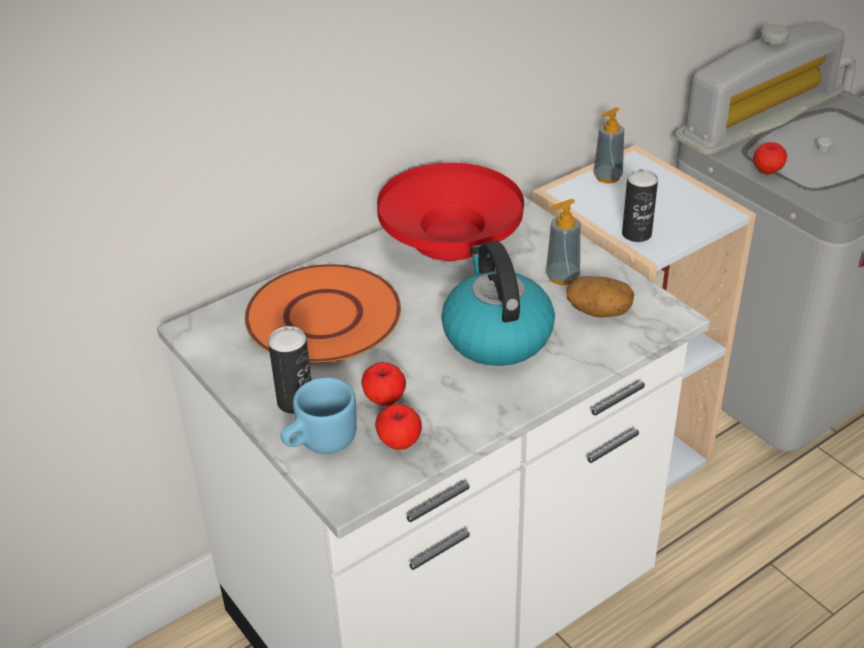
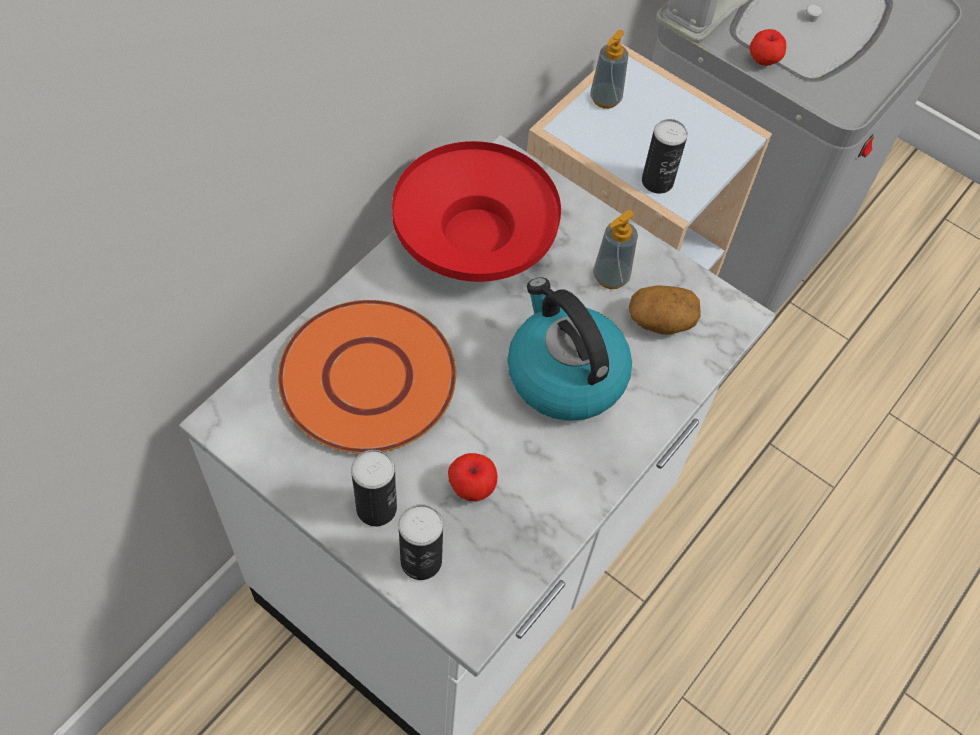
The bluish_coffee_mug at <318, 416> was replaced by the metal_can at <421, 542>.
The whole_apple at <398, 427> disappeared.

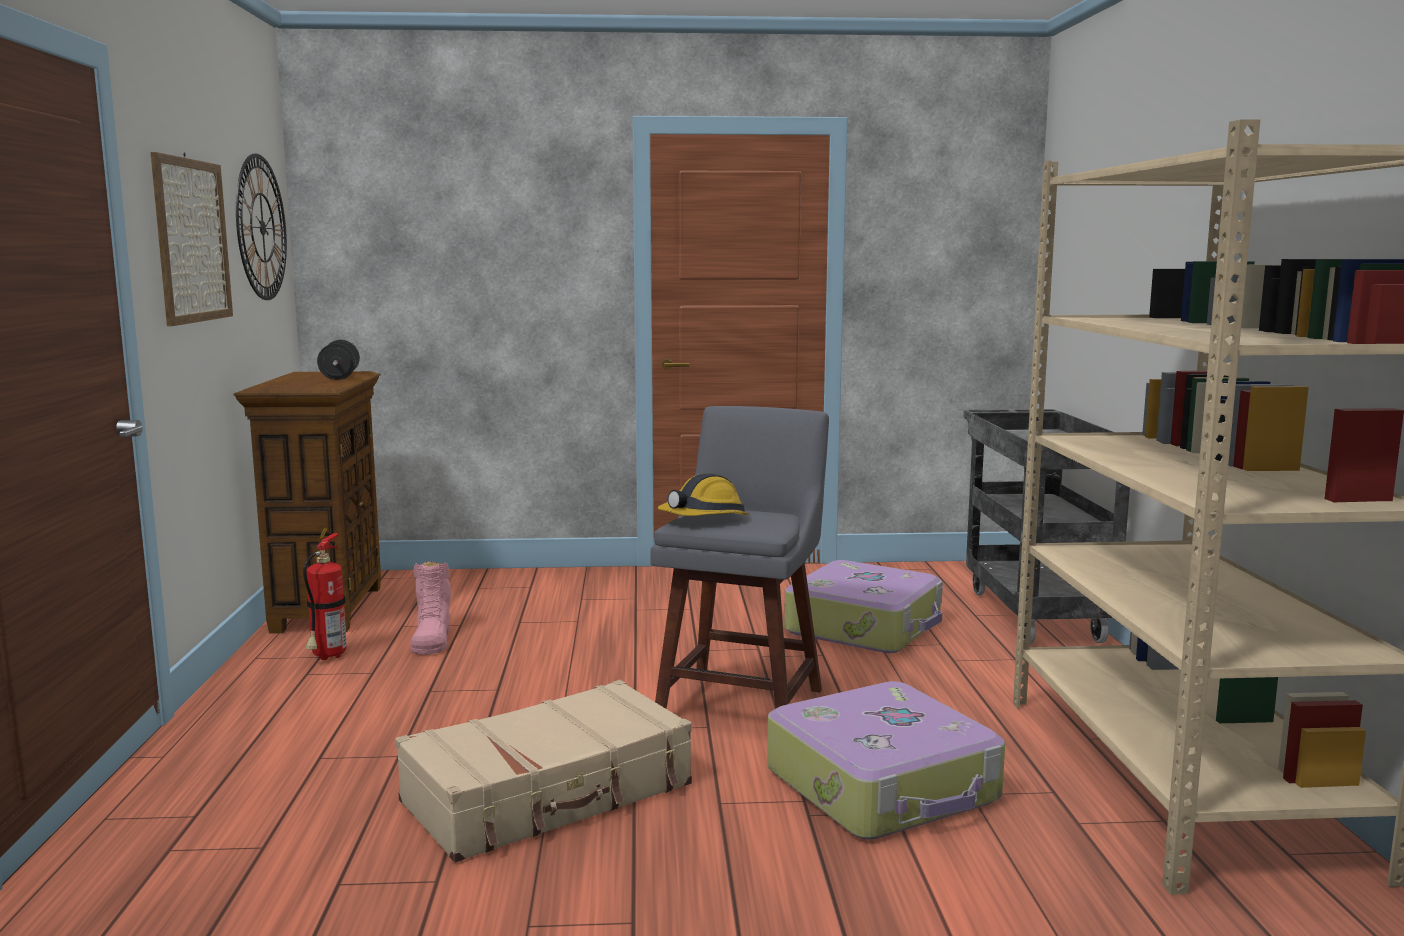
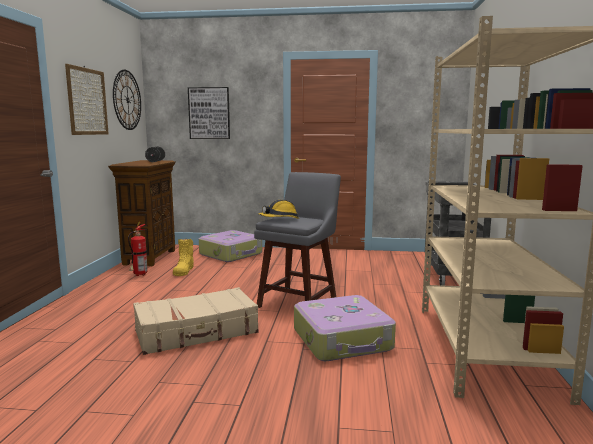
The pinkish_high-top_boot at <430, 608> became the yellowish_high-top_boot at <183, 257>.
The piece_of_luggage moved from <863, 606> to <230, 246>.
The wall_art at <209, 113> appeared.

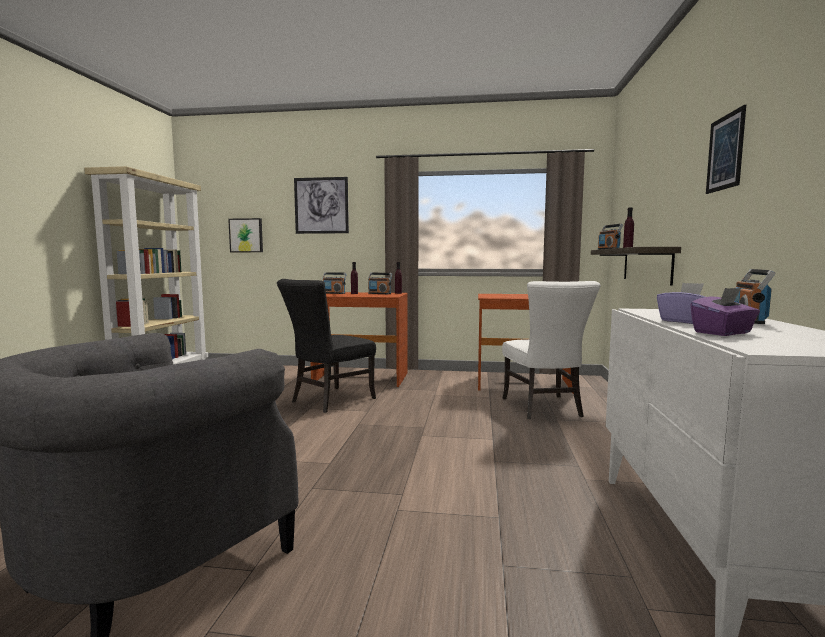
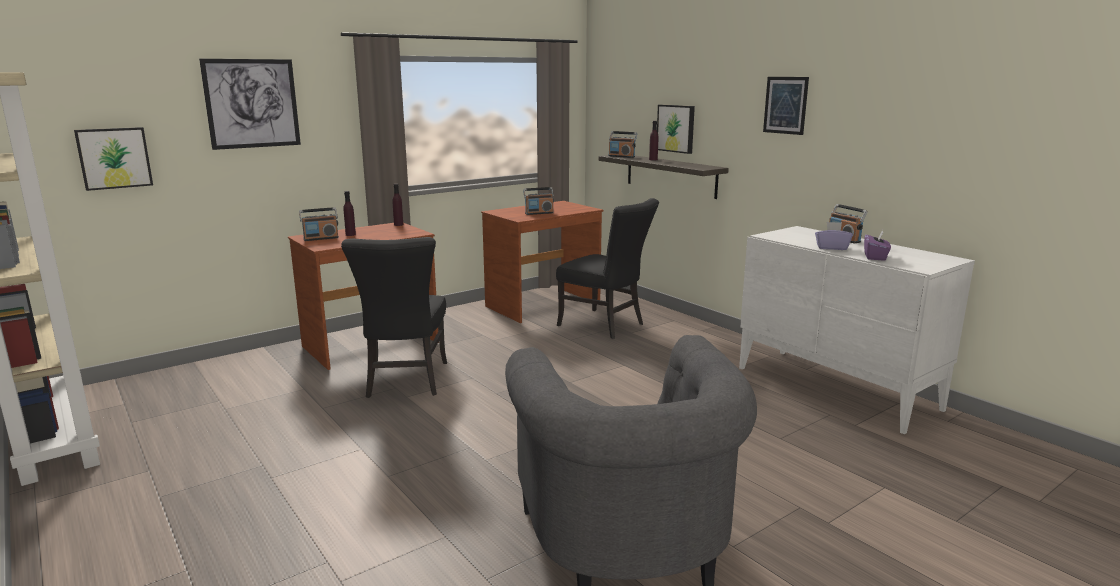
The radio_receiver moved from <380, 283> to <538, 201>.
The white-coloured_chair at <551, 350> became the black-coloured_chair at <607, 268>.
The wall_art at <676, 129> appeared.

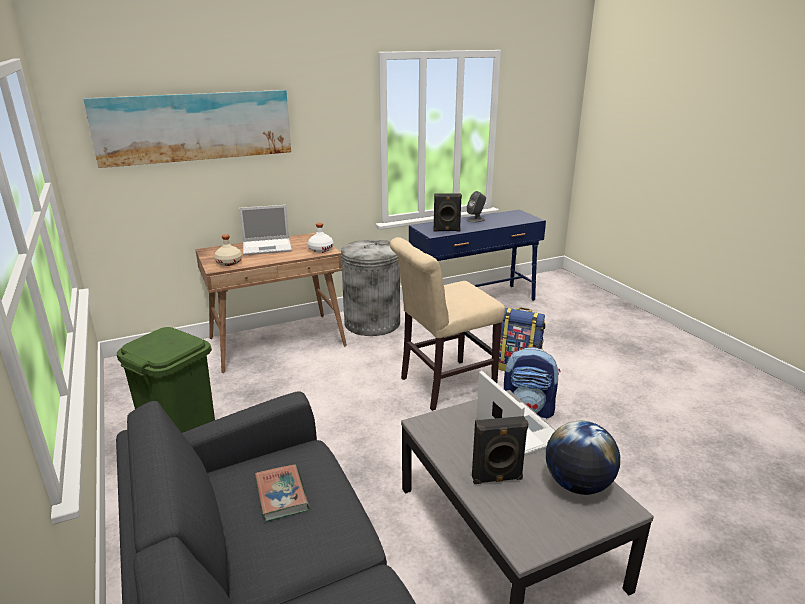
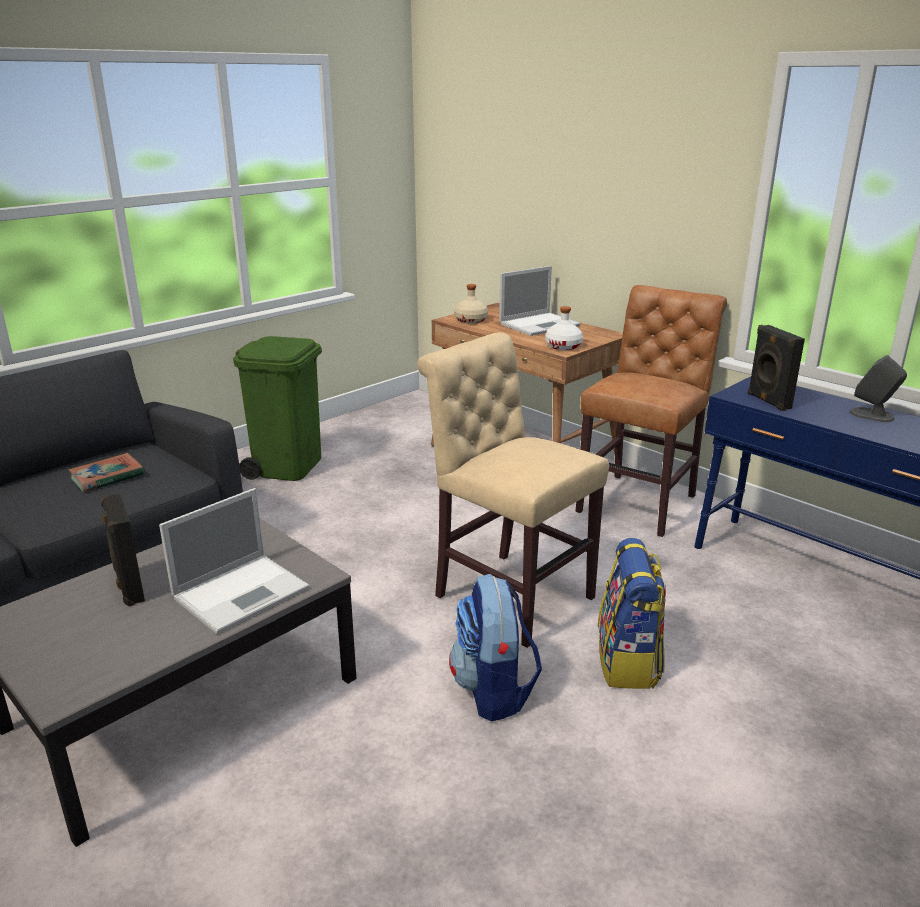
The wall_art at <187, 129> disappeared.
The laptop at <265, 230> turned 90 degrees counterclockwise.
The gray_rubbish_bin at <370, 288> was replaced by the brown_chair at <651, 411>.
The globe at <583, 458> disappeared.

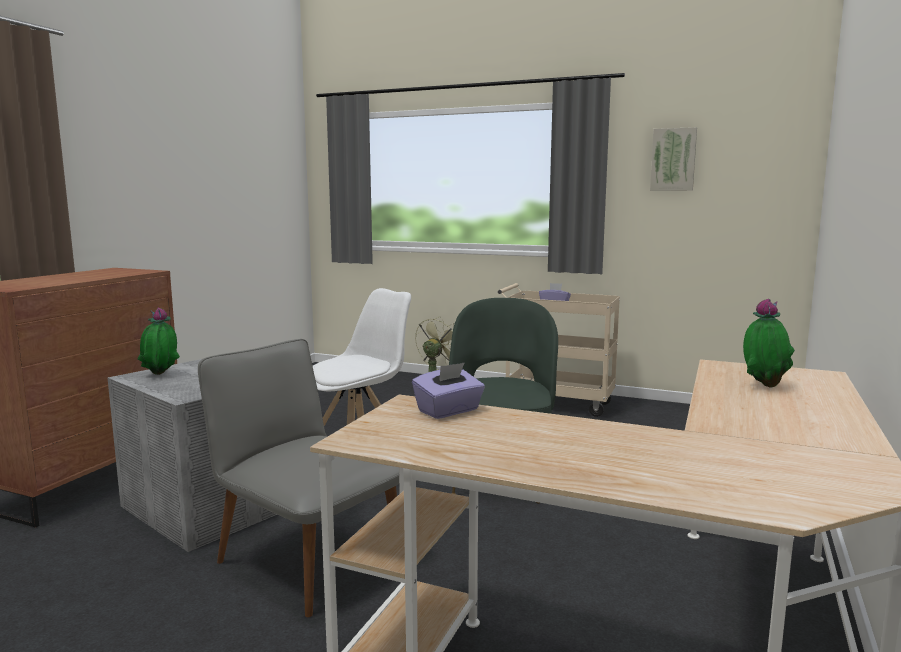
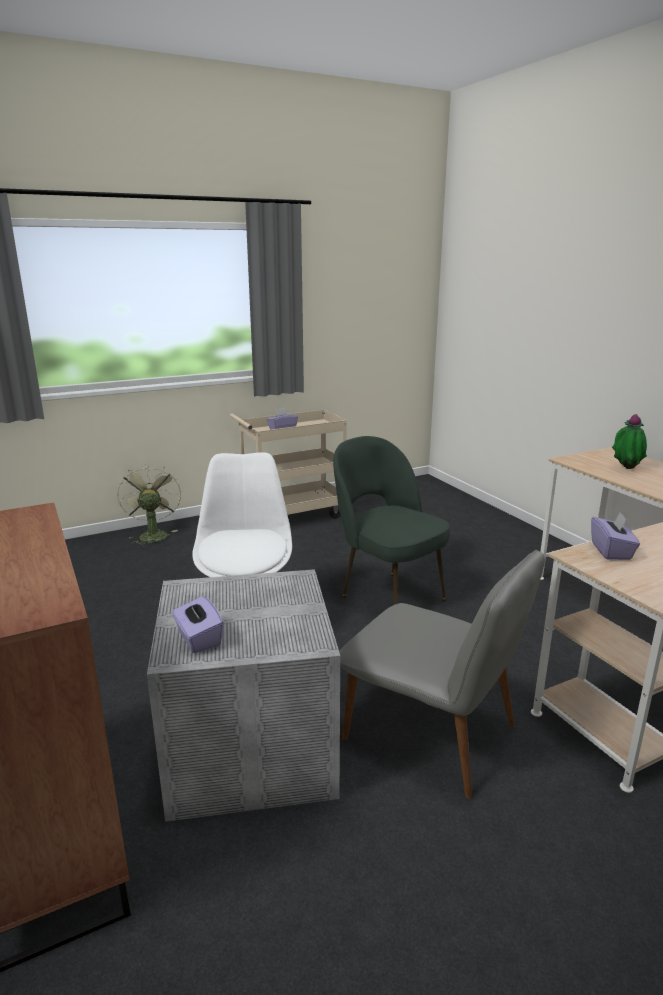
The houseplant at <159, 341> was replaced by the purple-coloured_tissue_box at <198, 624>.
The gray_chair at <298, 478> turned 135 degrees counterclockwise.
The wall_art at <673, 159> disappeared.

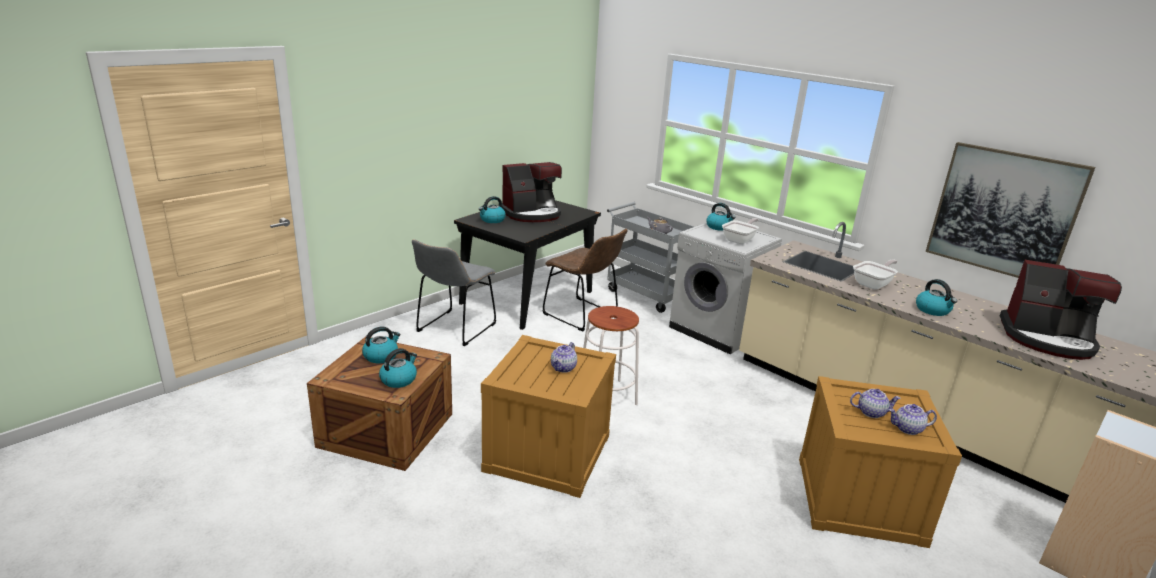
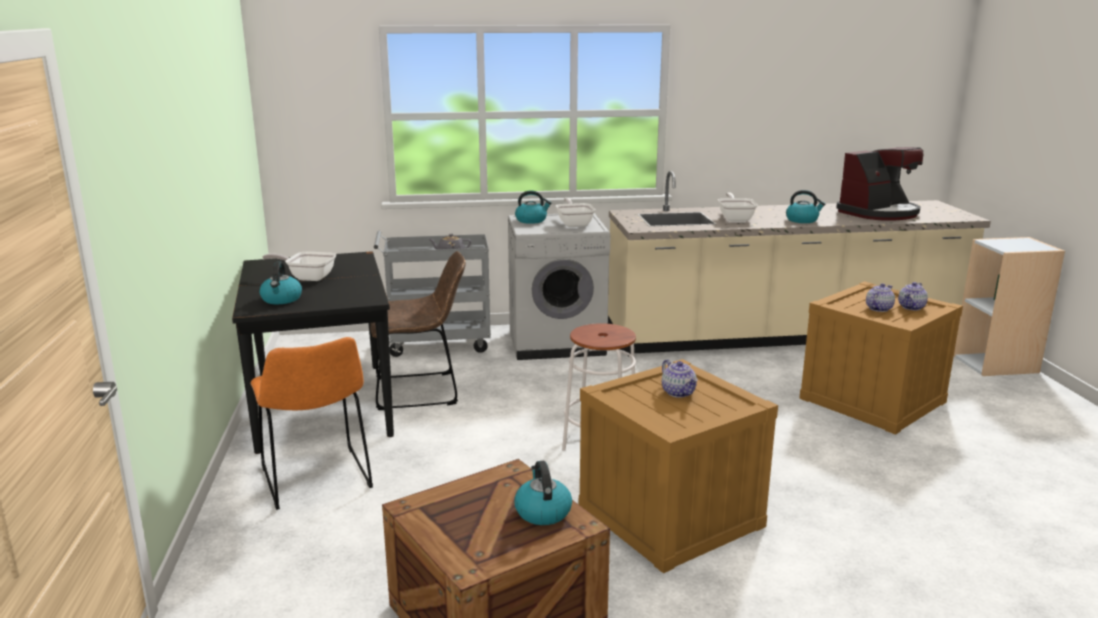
The kettle at <381, 344> disappeared.
The gray_chair at <454, 292> became the orange_chair at <312, 423>.
The coffee_maker at <531, 192> was replaced by the skillet at <299, 266>.
The wall_art at <1010, 210> disappeared.

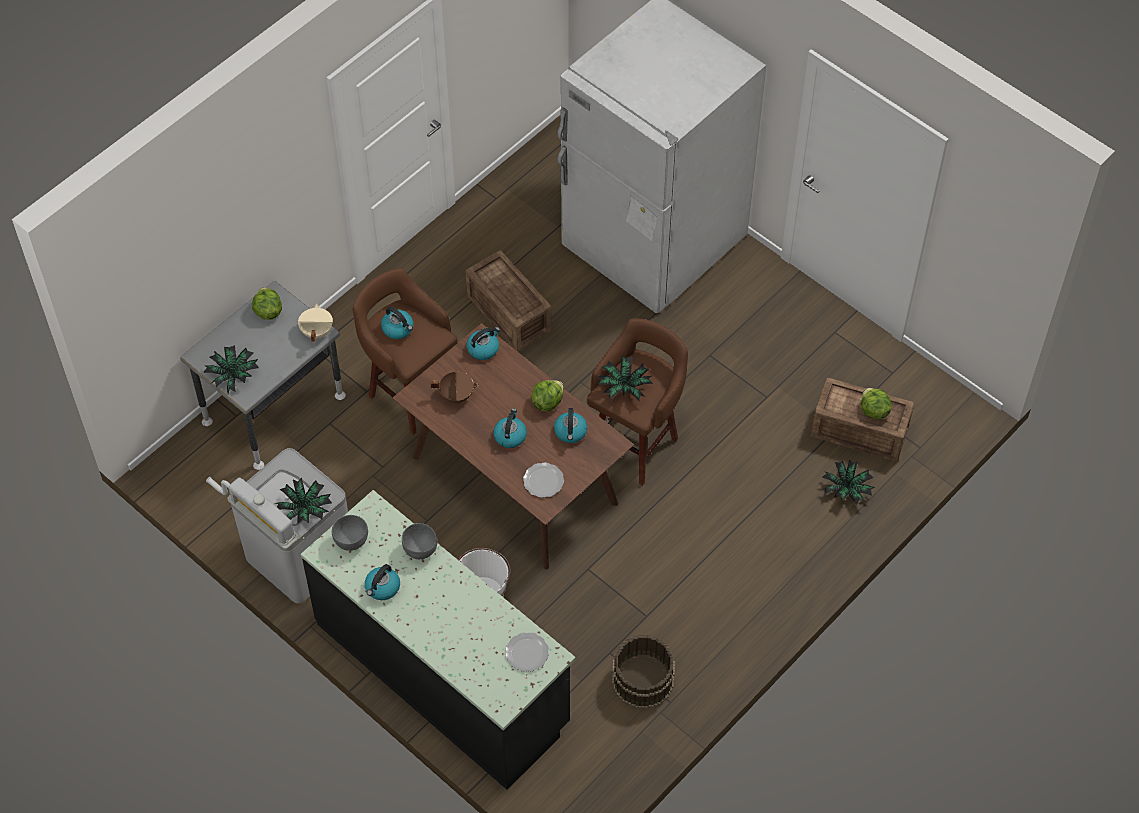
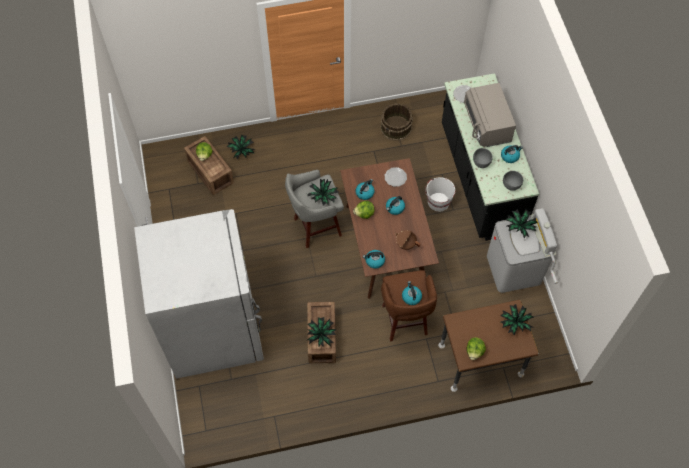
The gray_desk_unit at <263, 375> became the brown_desk_unit at <488, 346>.
The beige_cooking_pot at <315, 323> disappeared.
The brown_stool at <637, 402> became the gray_stool at <314, 209>.
The houseplant at <321, 332> appeared.
The gray_kitchen_microwave at <490, 115> appeared.

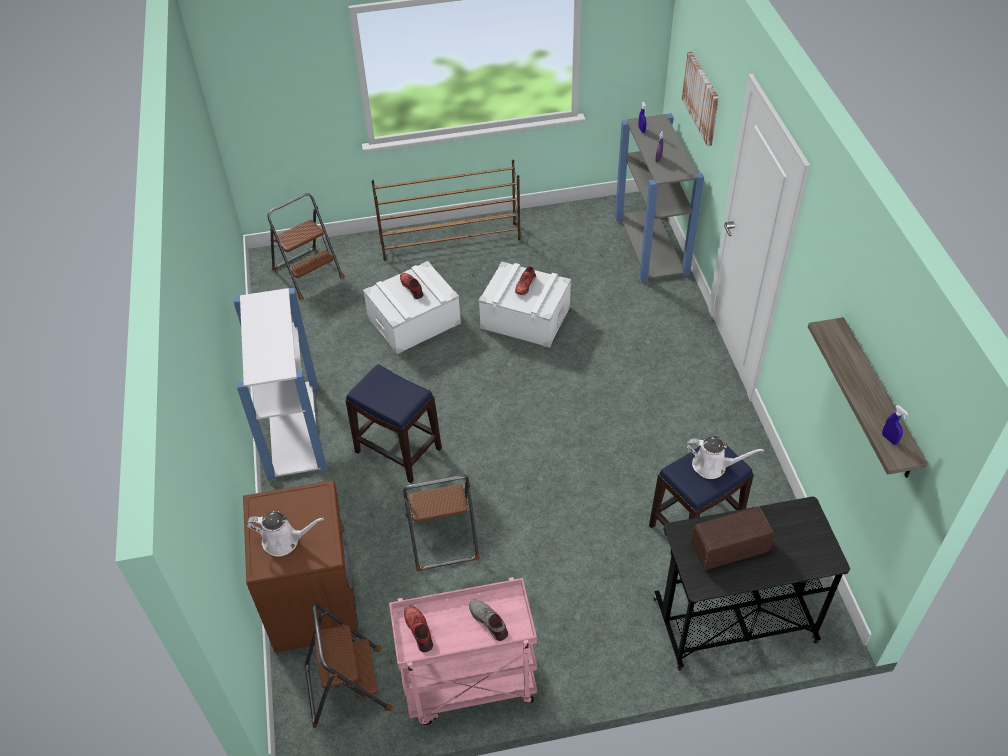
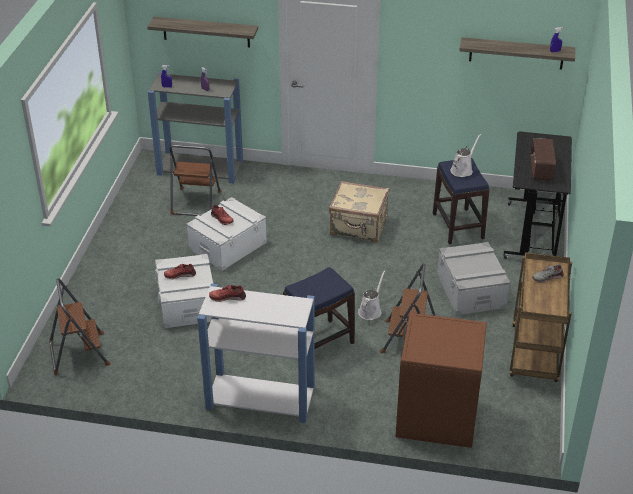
The white-coloured_watering_pot moved from <285, 533> to <371, 295>.
The brown_stepladder moved from <348, 665> to <196, 180>.
The brown_shoe_shelf at <446, 210> disappeared.
The pinkish_trolley at <463, 651> became the brown_trolley at <541, 317>.
The red-coloured_shoe moved from <418, 628> to <227, 293>.
The wall_art at <700, 98> was replaced by the bracket_shelf at <202, 32>.
The beige_piece_of_luggage at <359, 211> appeared.
The gray_storage_bin at <473, 279> appeared.

